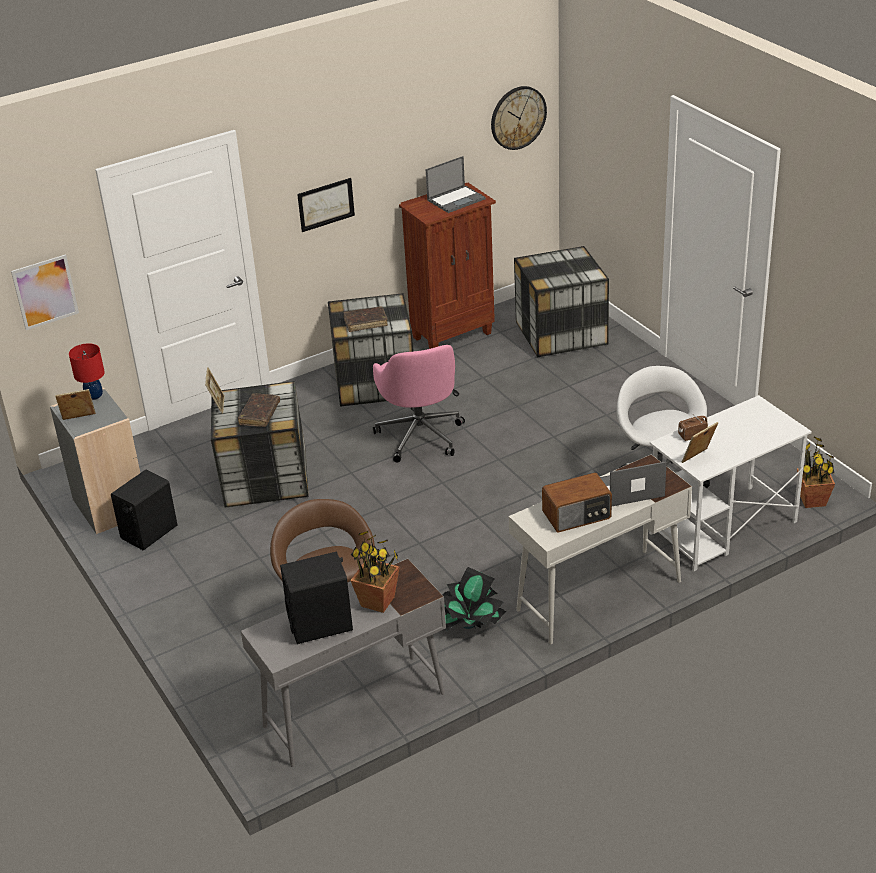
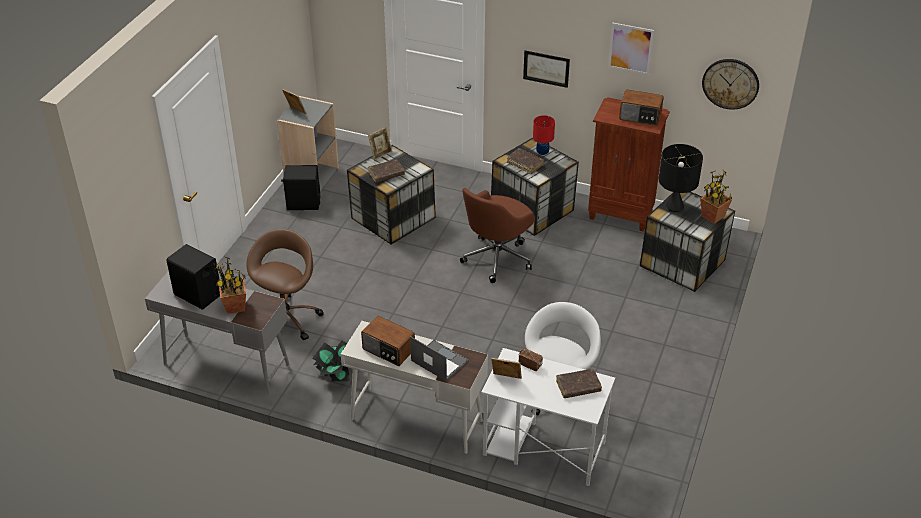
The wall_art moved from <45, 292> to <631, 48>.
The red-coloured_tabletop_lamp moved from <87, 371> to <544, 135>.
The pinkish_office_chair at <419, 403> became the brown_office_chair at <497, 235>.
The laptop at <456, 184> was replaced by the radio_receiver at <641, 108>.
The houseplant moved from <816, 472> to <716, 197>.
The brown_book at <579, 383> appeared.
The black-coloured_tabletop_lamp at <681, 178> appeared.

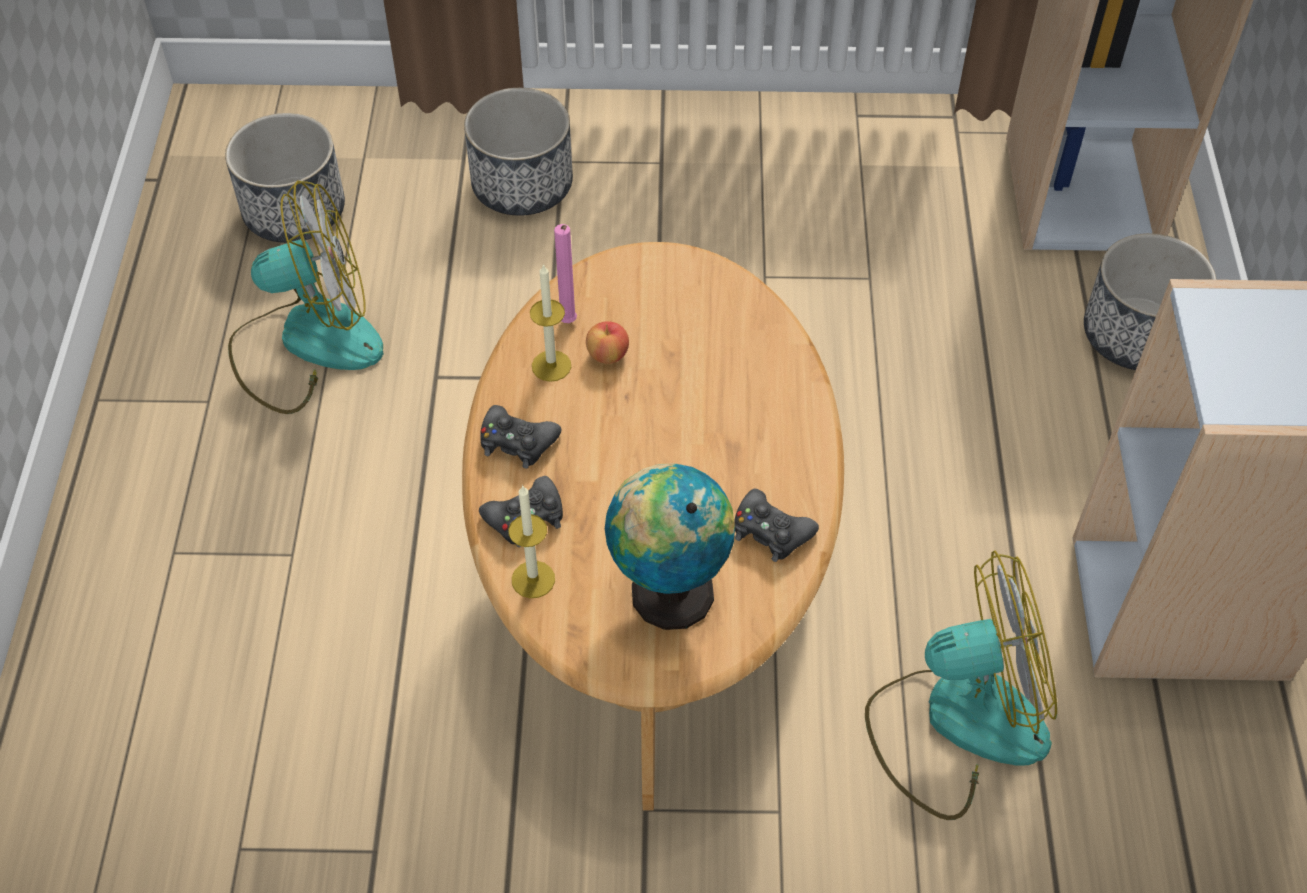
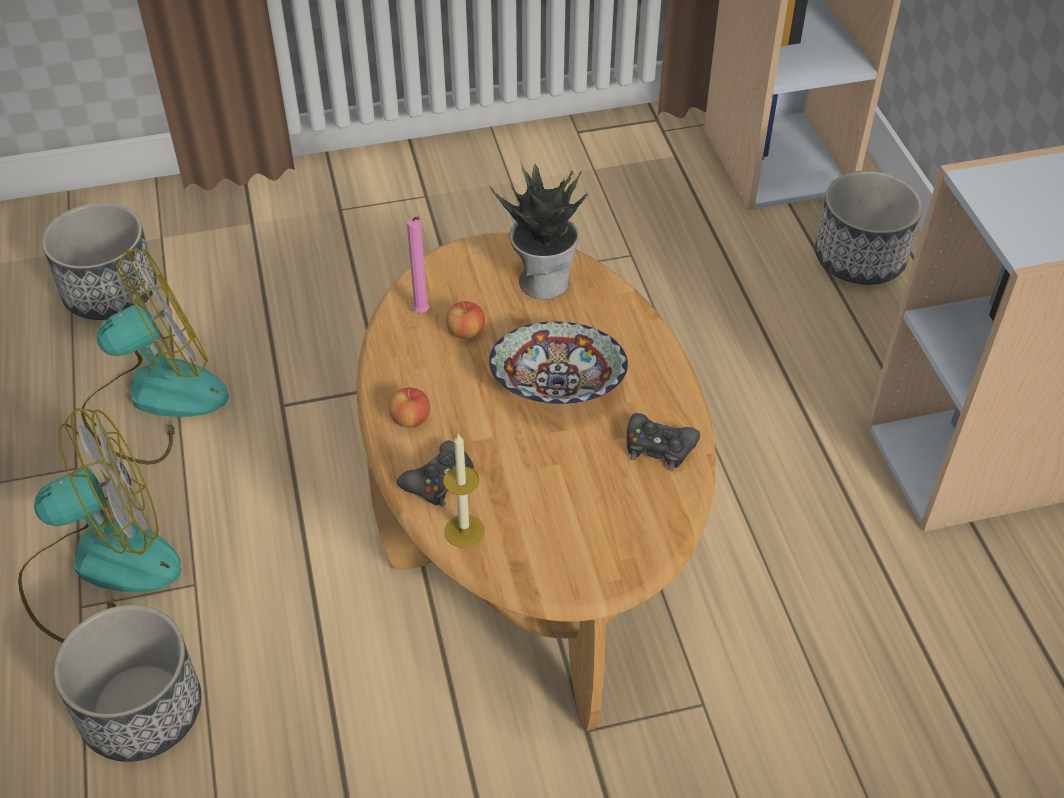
The planter moved from <518, 152> to <127, 683>.
The black-coloured_game_controller at <520, 437> was replaced by the whole_apple at <409, 408>.
The wax_light at <550, 323> disappeared.
The globe at <670, 546> disappeared.
The fan moved from <961, 685> to <100, 525>.
The deep_dish at <558, 362> appeared.
The houseplant at <538, 231> appeared.

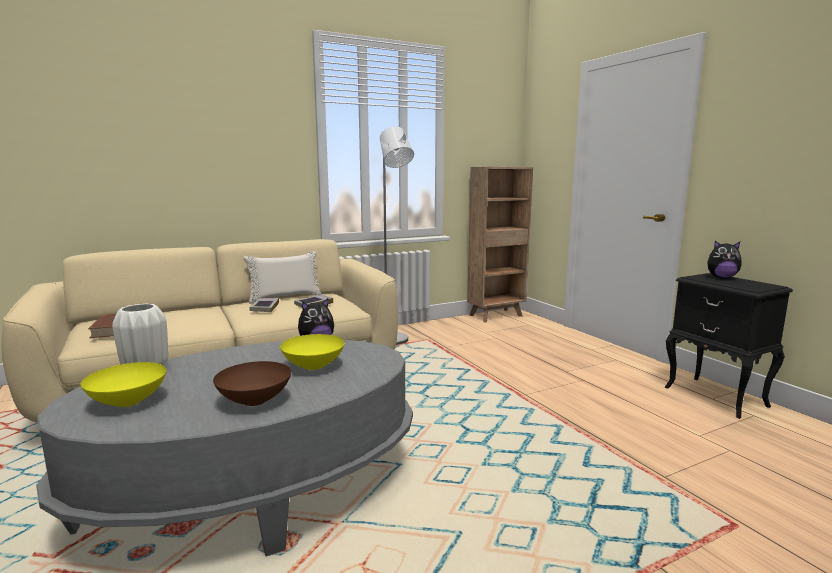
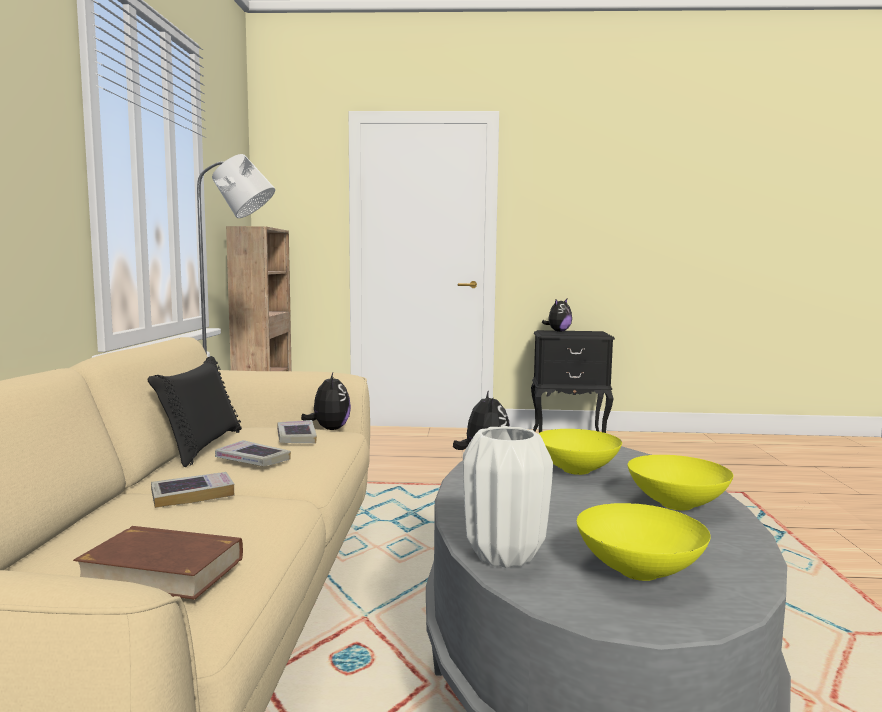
The brown_deep_dish at <252, 383> became the yellowish_deep_dish at <680, 483>.
The white-coloured_cushion at <282, 277> became the black-coloured_cushion at <195, 411>.
The book at <192, 490> appeared.
The soft_toy at <326, 401> appeared.

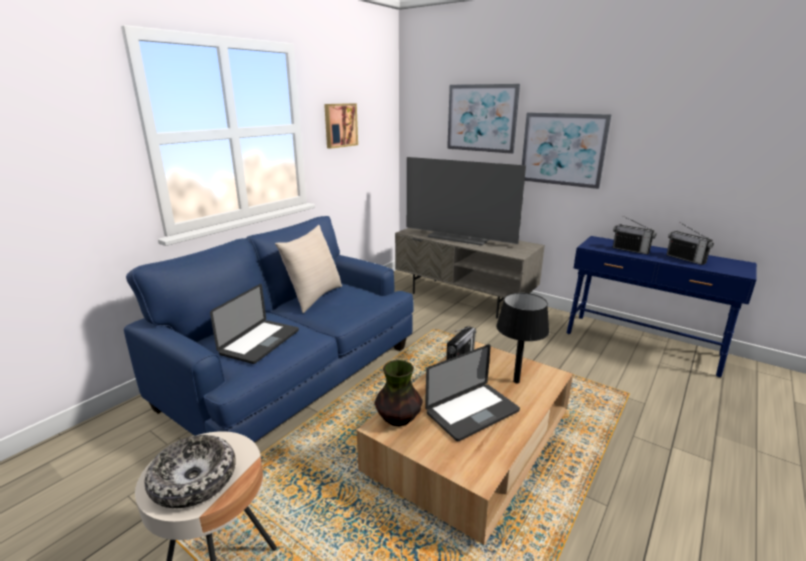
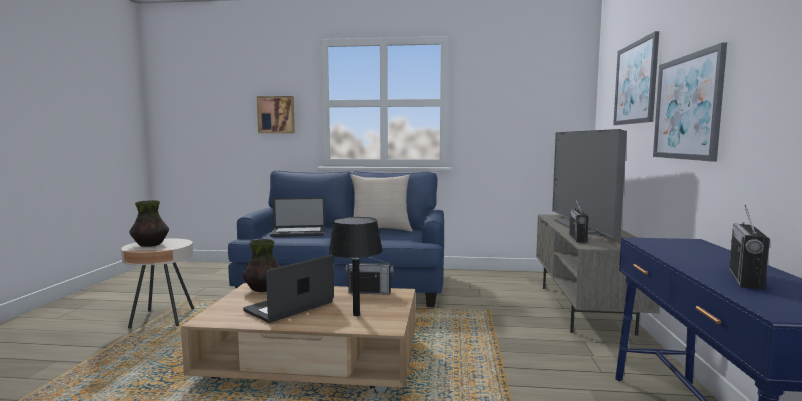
The deep_dish at <190, 471> was replaced by the flower_vase at <149, 223>.
The wall_art moved from <341, 126> to <276, 114>.
The laptop at <472, 392> turned 105 degrees clockwise.
The radio_receiver moved from <635, 235> to <579, 221>.

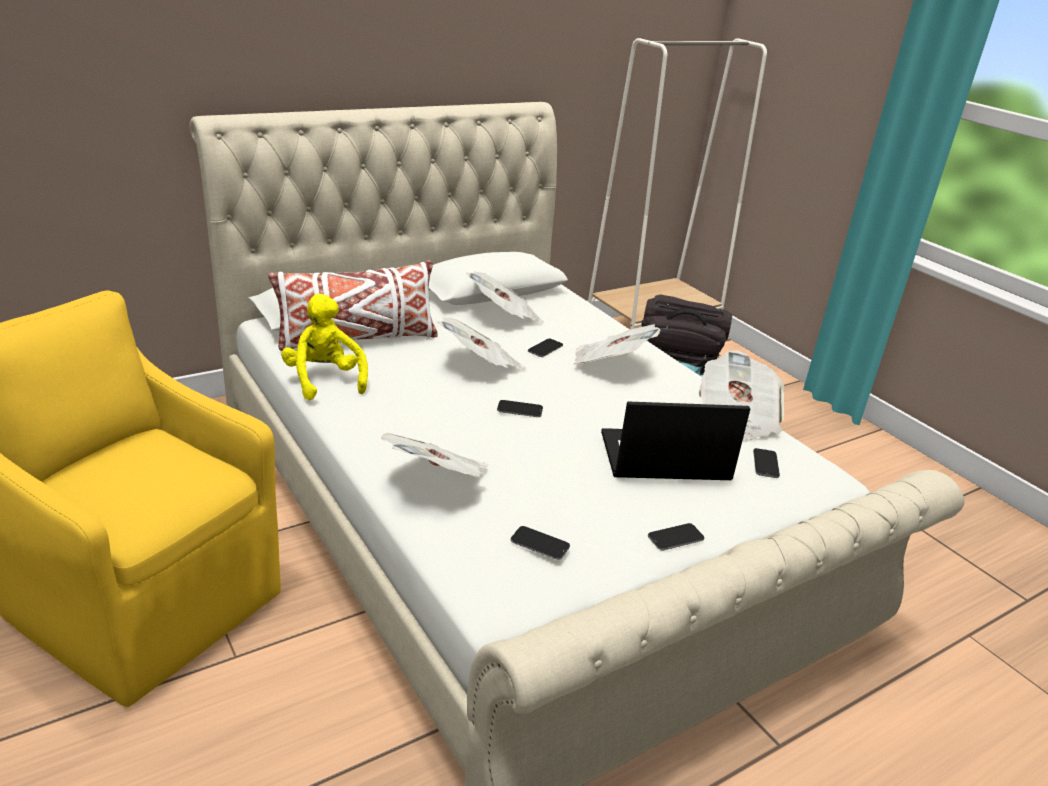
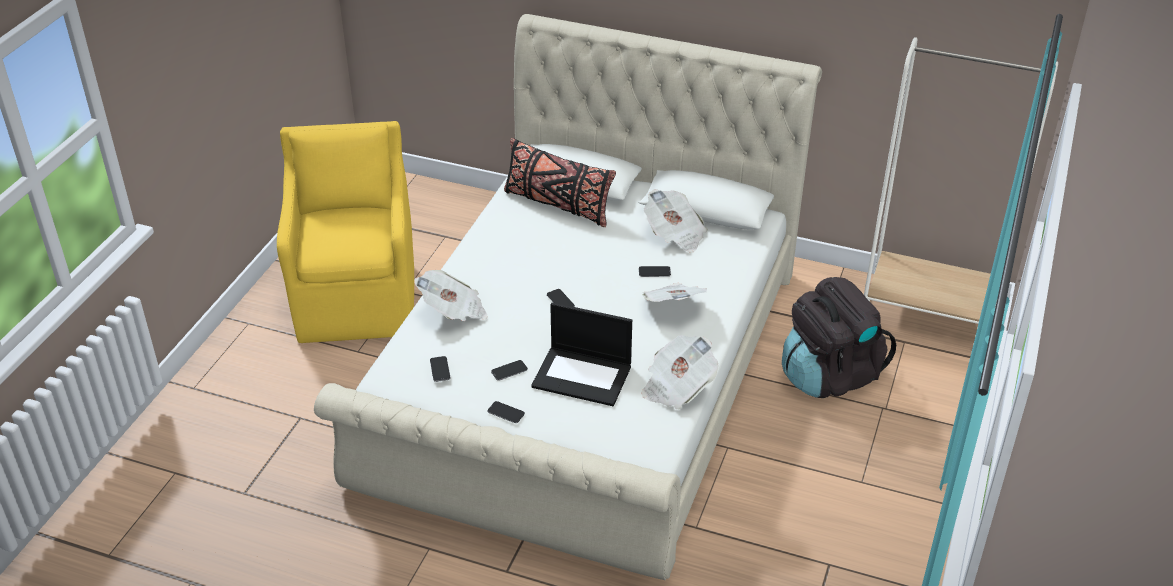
The white-coloured_cushion at <353, 306> became the black-coloured_cushion at <560, 182>.
The yellowish_soft_toy at <324, 347> disappeared.
The printed_paper at <482, 343> disappeared.
The laptop at <675, 441> turned 150 degrees clockwise.
The telephone moved from <766, 463> to <509, 370>.

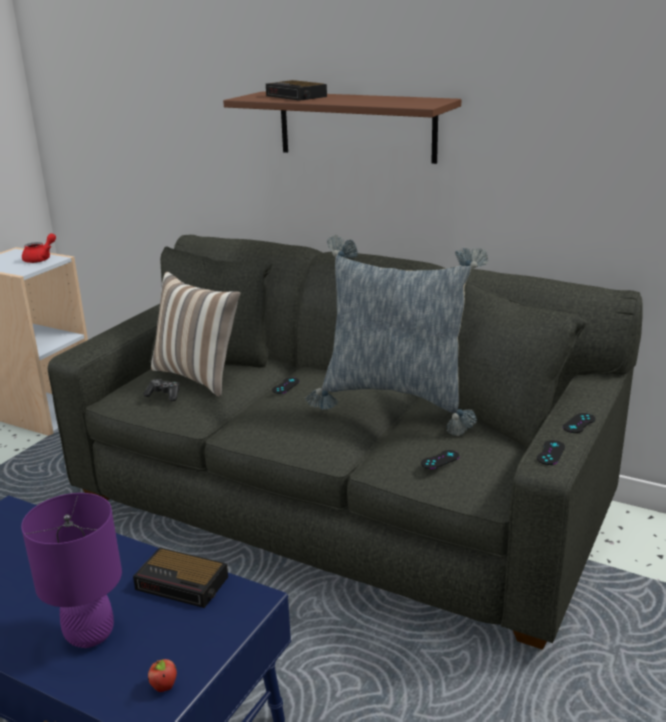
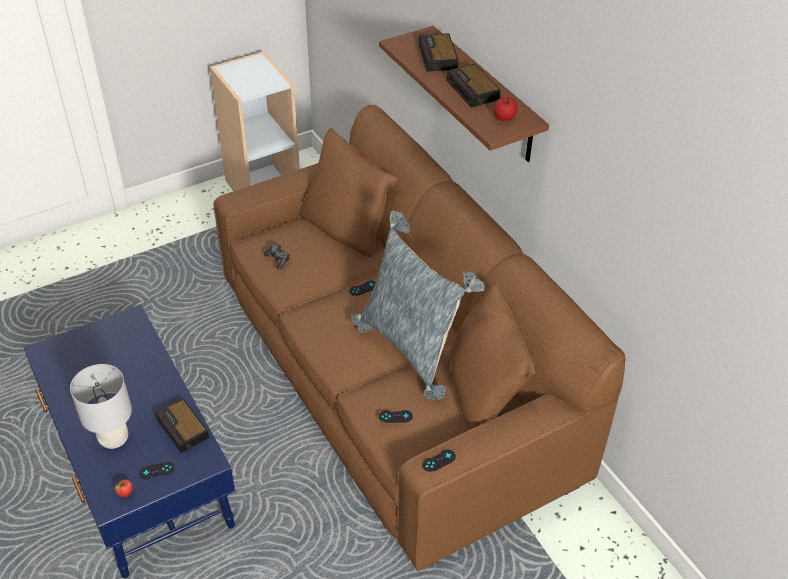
The purple-coloured_tabletop_lamp at <71, 570> became the gray_tabletop_lamp at <101, 406>.
The red-coloured_pot_for_tea at <39, 248> disappeared.
The gray_sofa at <345, 442> became the brown_sofa at <419, 338>.
The cushion at <195, 334> disappeared.
The black-coloured_game_controller moved from <579, 423> to <157, 471>.
The alarm_clock at <473, 85> appeared.
The whole_apple at <505, 109> appeared.

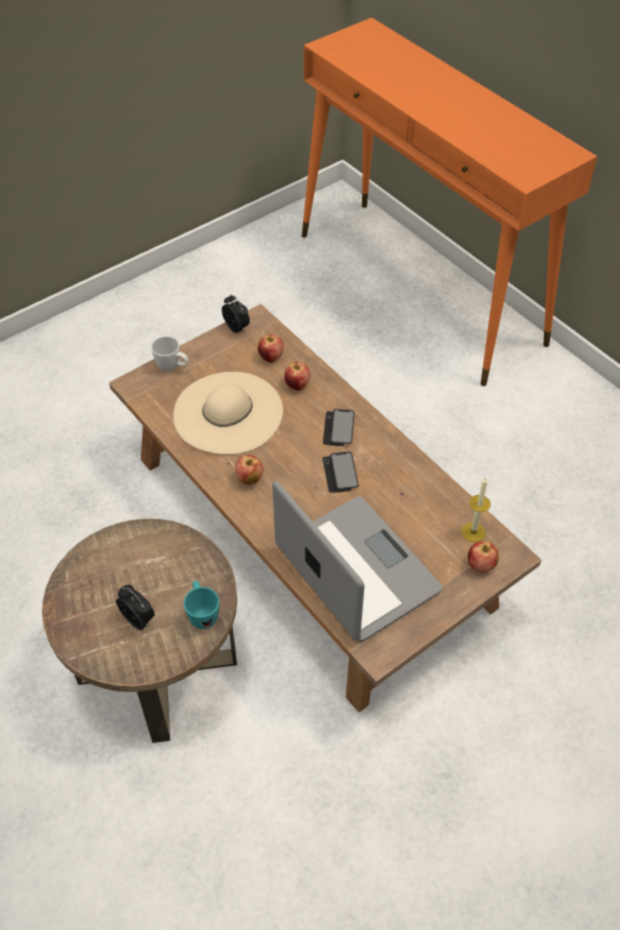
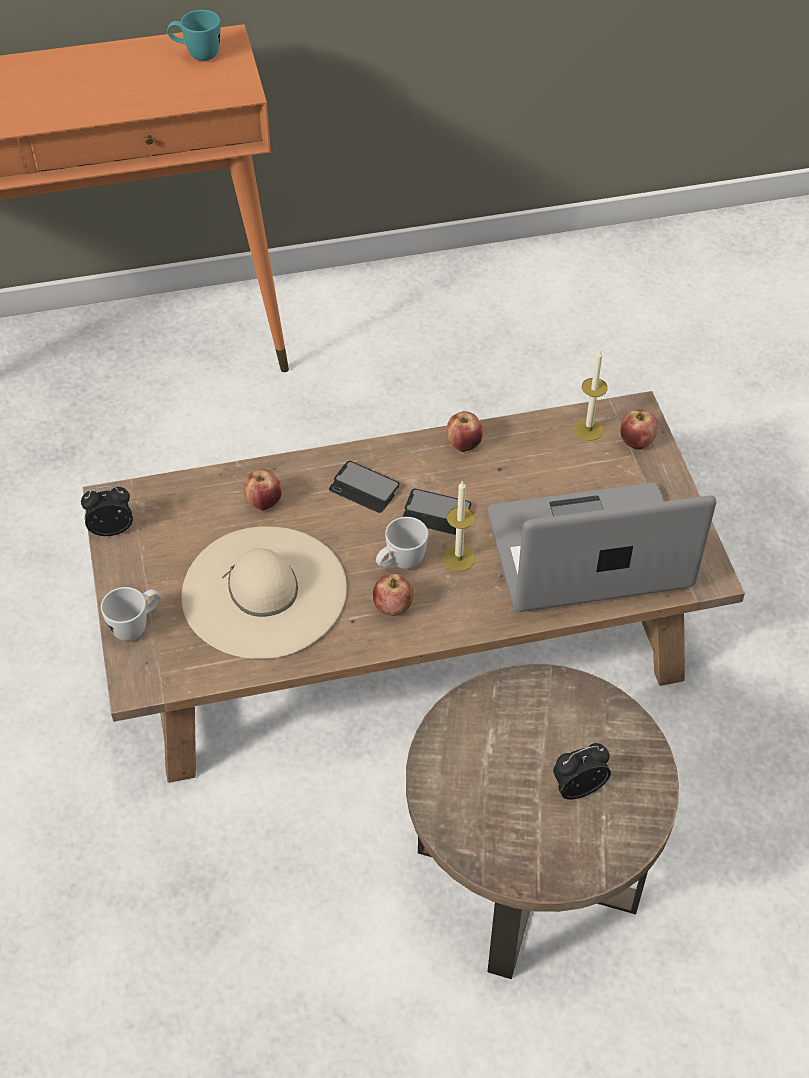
The blue-green_coffee_mug moved from <201, 605> to <193, 35>.
The whole_apple moved from <271, 348> to <464, 431>.
The white-coloured_coffee_mug at <402, 543> appeared.
The wax_light at <459, 526> appeared.

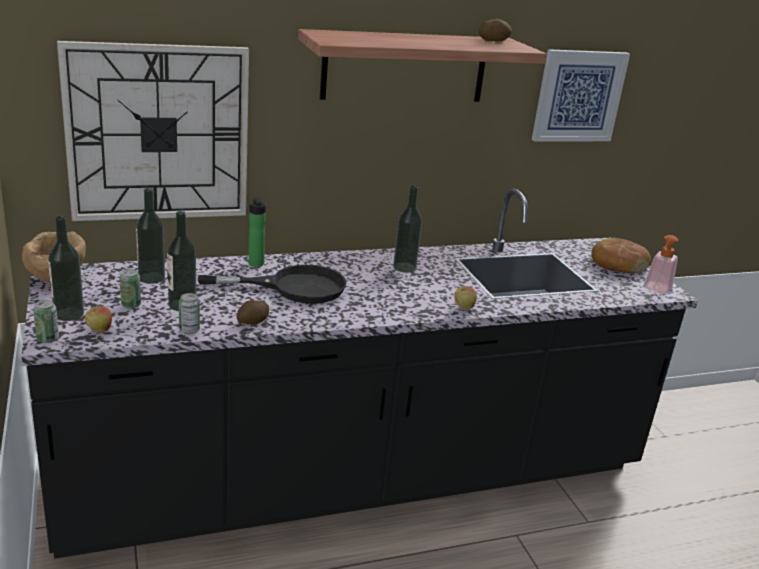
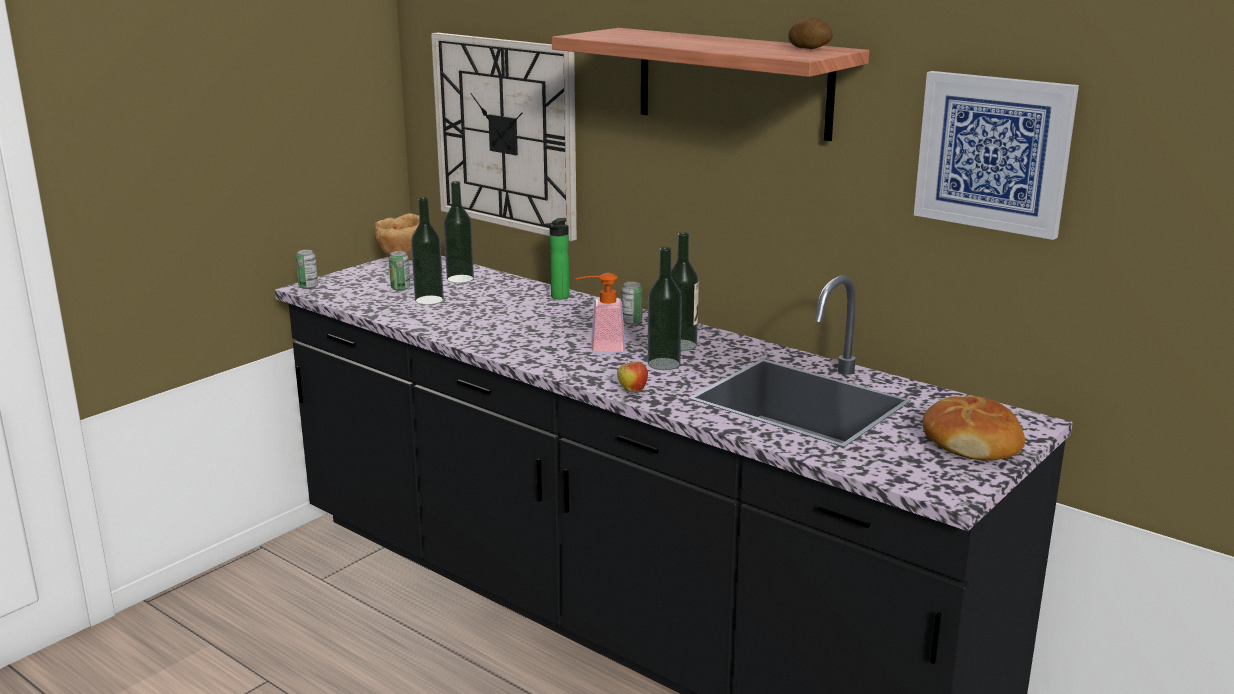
The beverage_bottle moved from <66, 268> to <665, 308>.
The whole_apple at <98, 319> disappeared.
The metal_can moved from <189, 313> to <631, 303>.
The black-coloured_skillet at <272, 284> disappeared.
The whole_potato at <252, 312> disappeared.
The liquid_soap_bottle moved from <661, 264> to <600, 313>.

